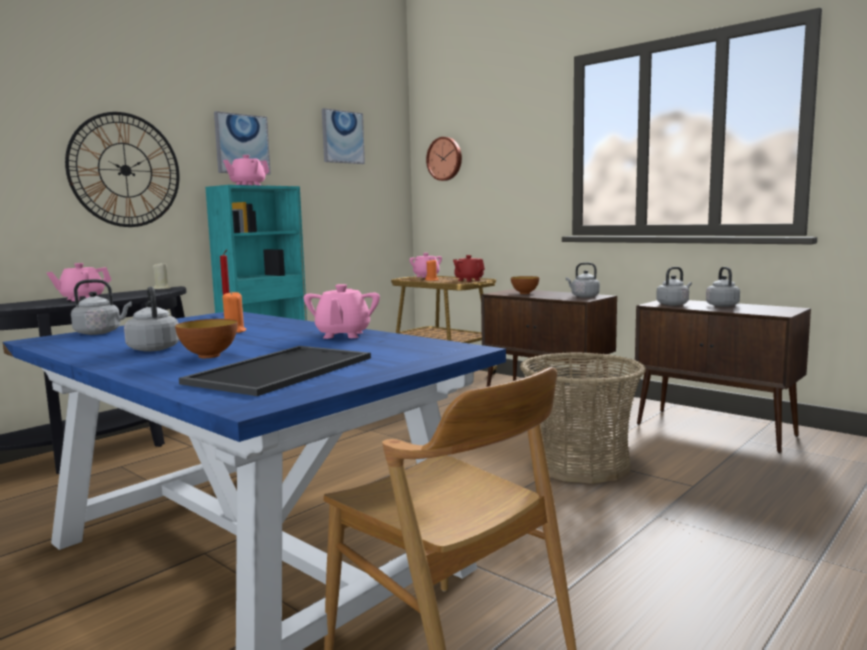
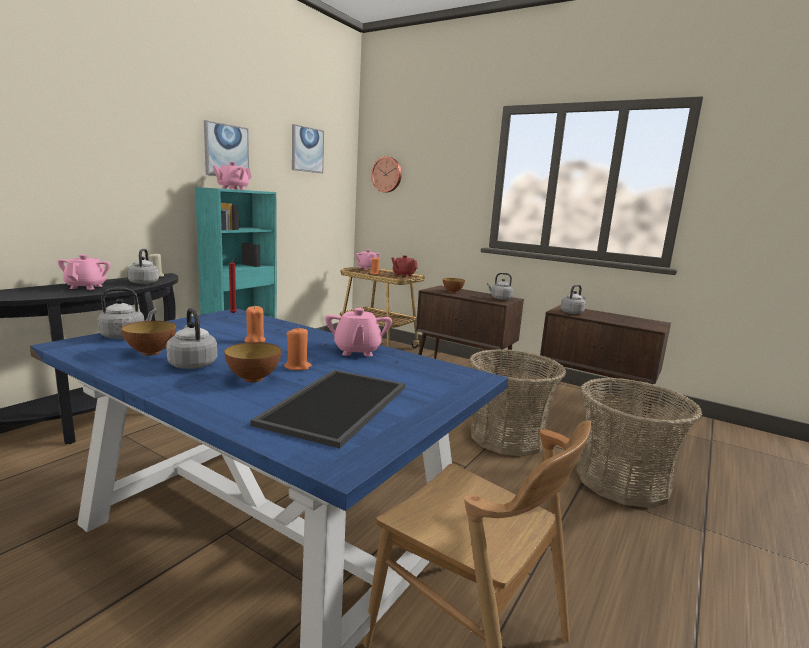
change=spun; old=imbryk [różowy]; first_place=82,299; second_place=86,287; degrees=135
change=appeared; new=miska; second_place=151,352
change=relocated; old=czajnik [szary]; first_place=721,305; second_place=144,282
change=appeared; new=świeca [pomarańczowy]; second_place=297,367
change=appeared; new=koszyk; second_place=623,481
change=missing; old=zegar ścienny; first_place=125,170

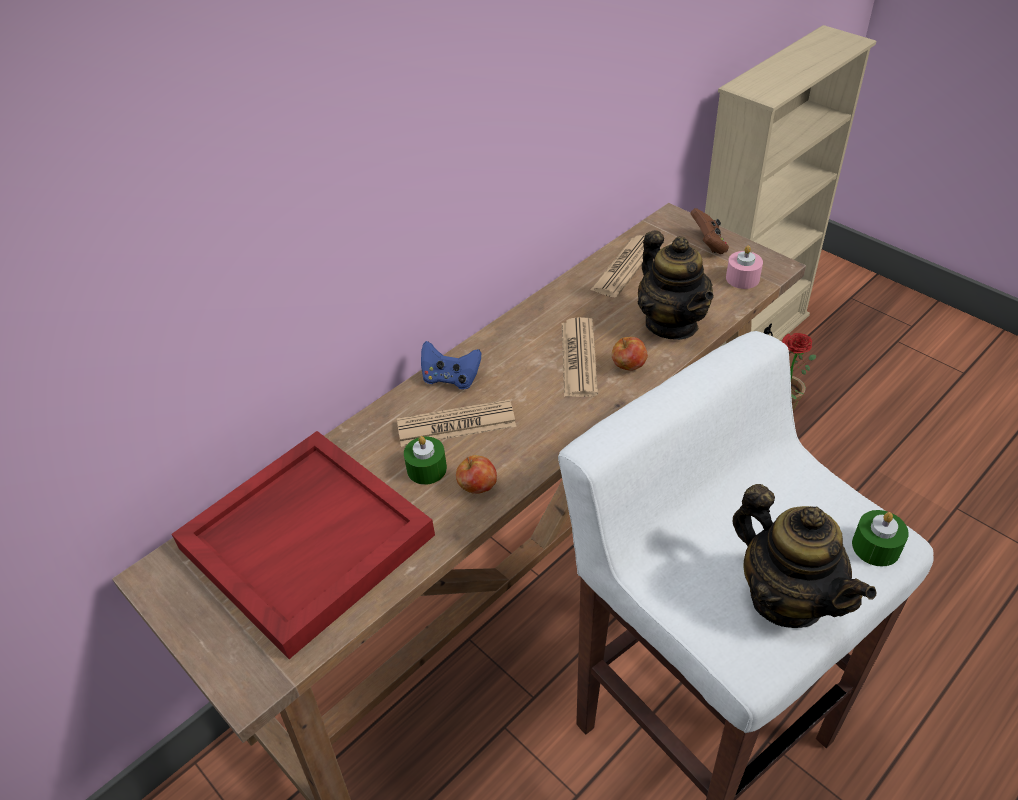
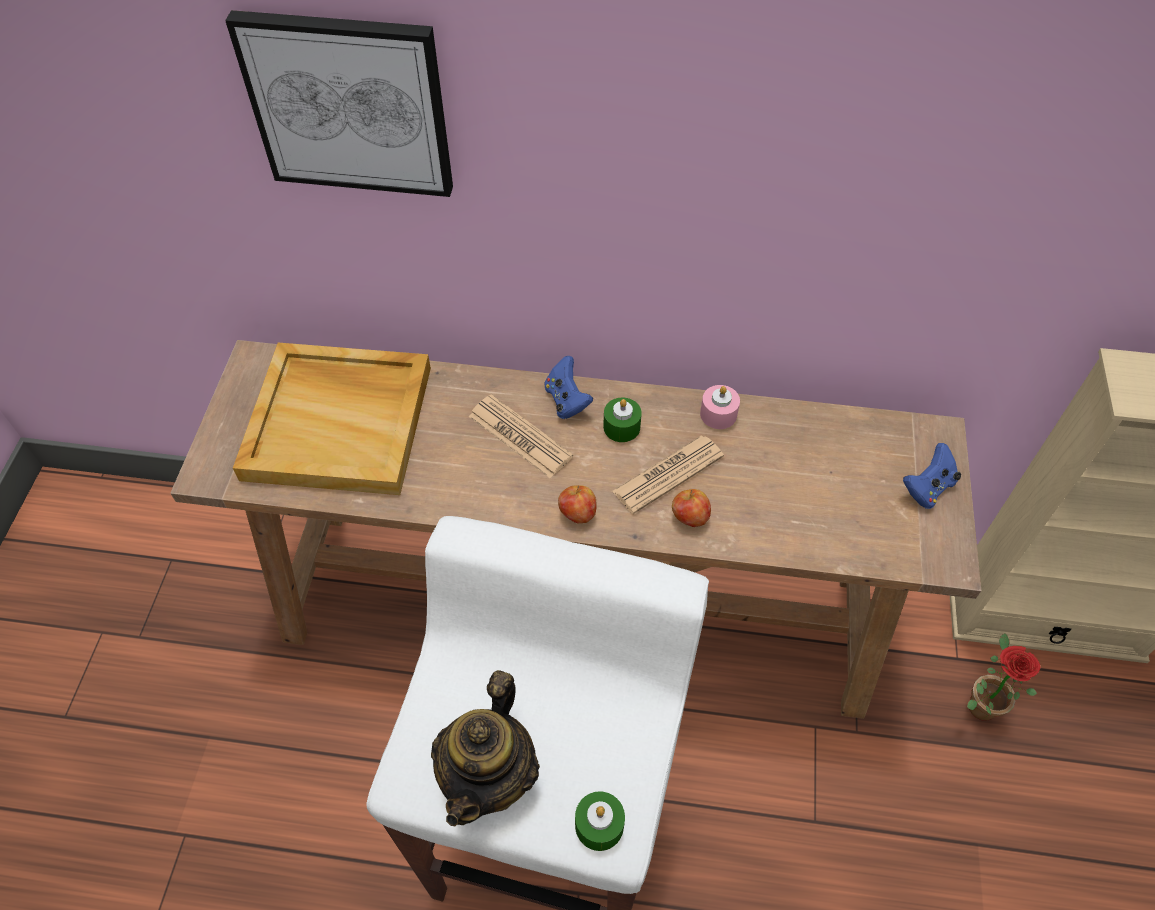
change=appeared; new=obraz; second_place=349,104
change=colour; old=taca [czerwony]; new=taca [beżowy]; first_place=307,540; second_place=340,421
change=relocated; old=jabłko; first_place=477,487; second_place=577,514
change=relocated; old=świeca [zielony]; first_place=426,469; second_place=621,427
change=relocated; old=świeca [różowy]; first_place=742,278; second_place=718,414
change=colour; old=pad do gier [brązowy]; new=pad do gier [niebieski]; first_place=708,245; second_place=927,488
change=missing; old=gazeta; first_place=624,267
change=missing; old=imbryk; first_place=671,323

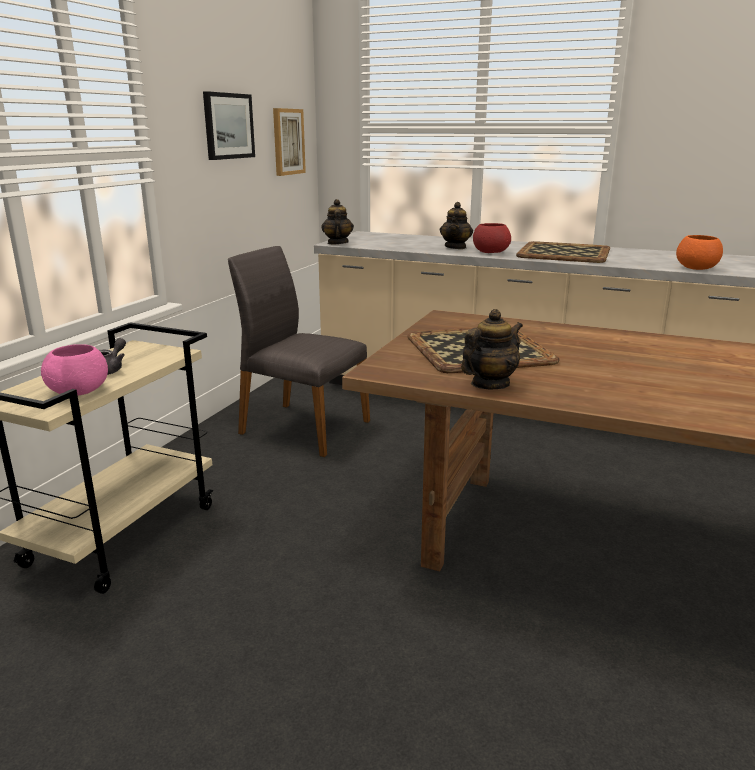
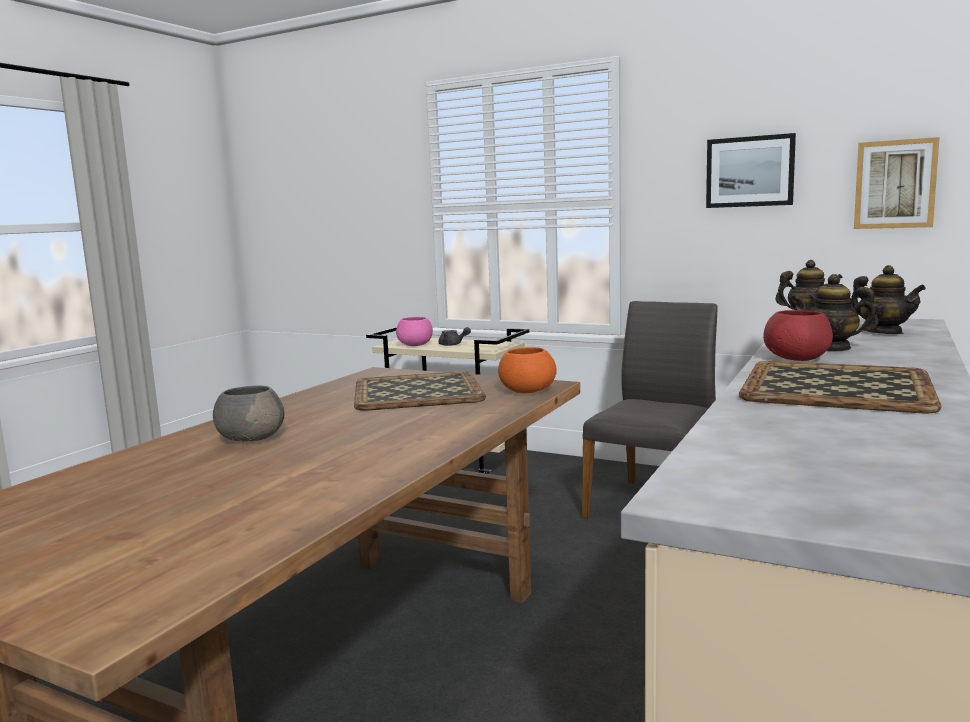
change=appeared; new=miska [szary]; second_place=251,438
change=relocated; old=miska [pomarańczowy]; first_place=696,268; second_place=526,391
change=relocated; old=imbryk; first_place=489,384; second_place=884,333

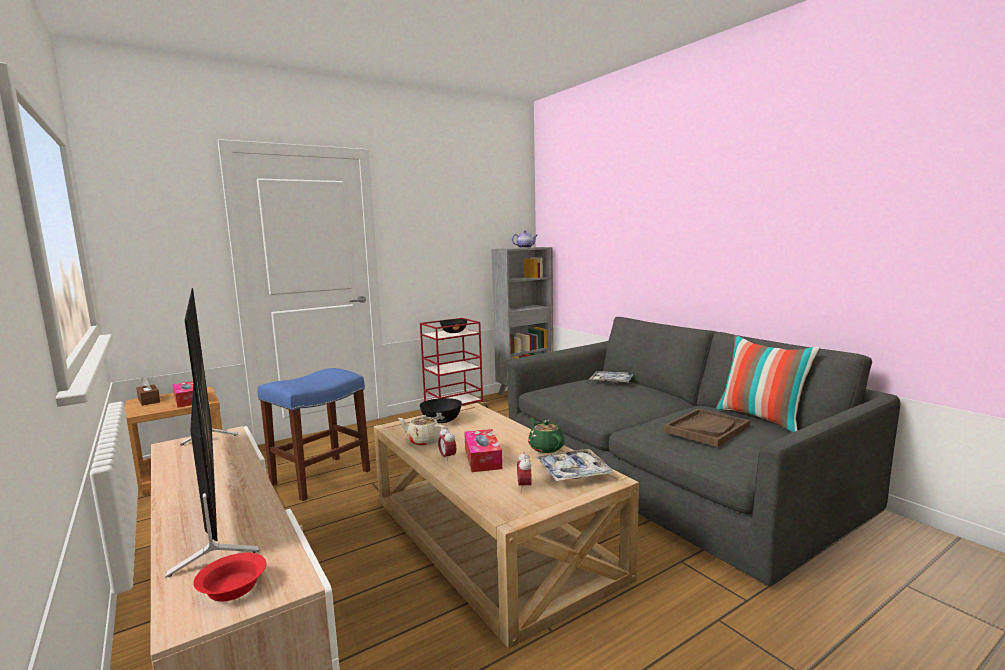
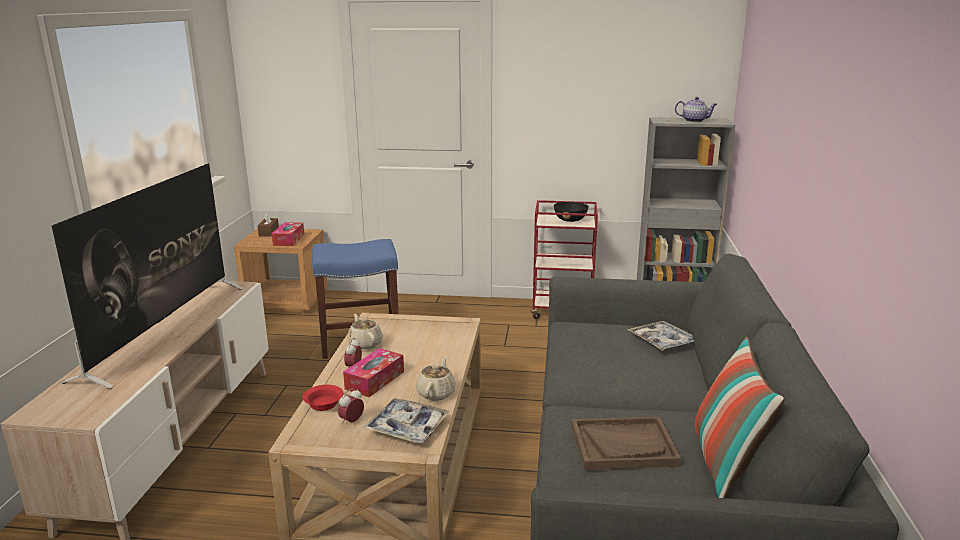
change=relocated; old=miska [czerwony]; first_place=234,588; second_place=324,405
change=colour; old=imbryk [zielony]; new=imbryk [beżowy]; first_place=545,447; second_place=436,393
change=missing; old=miska [czarny]; first_place=441,421

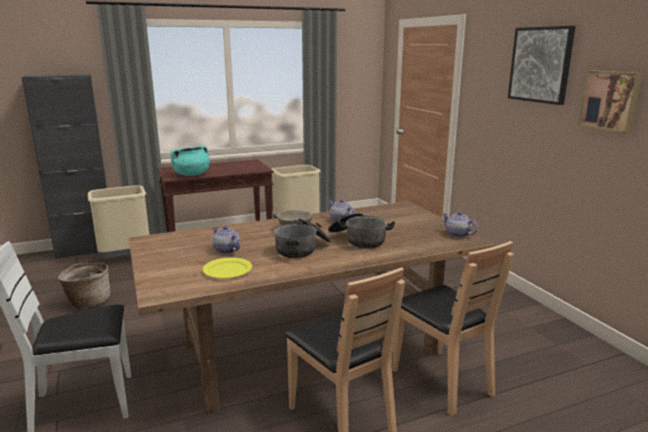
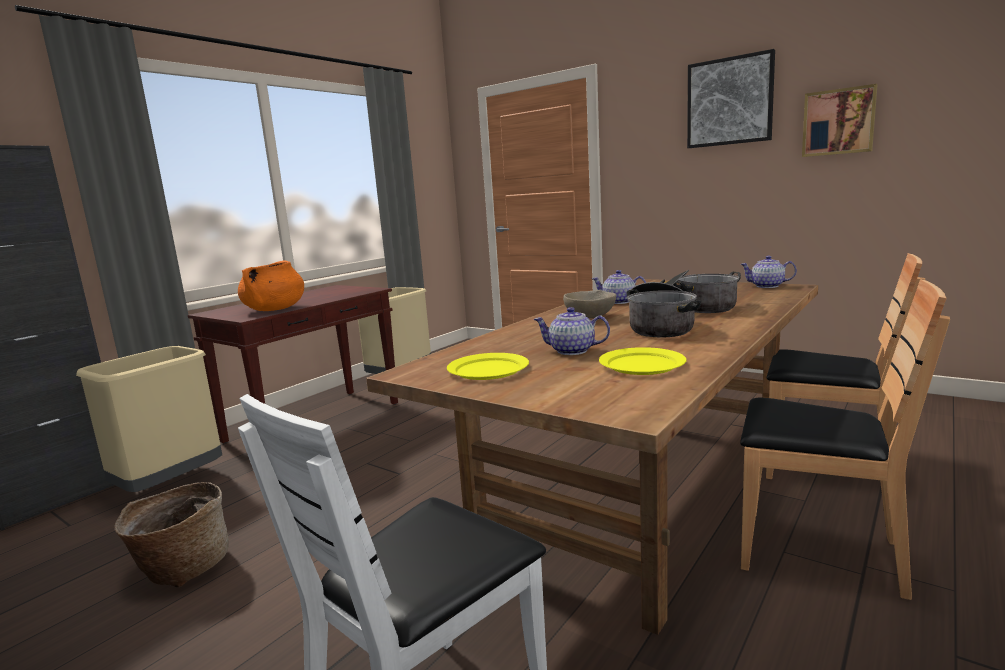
change=colour; old=garnek [turkusowy]; new=garnek [pomarańczowy]; first_place=191,174; second_place=274,309
change=appeared; new=talerz [żółty]; second_place=489,370

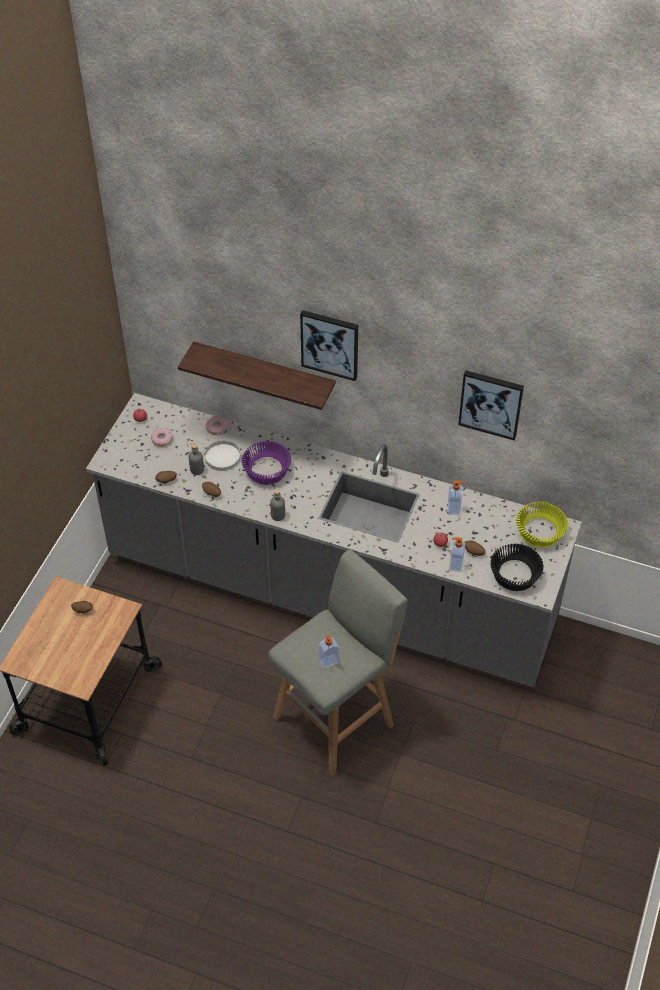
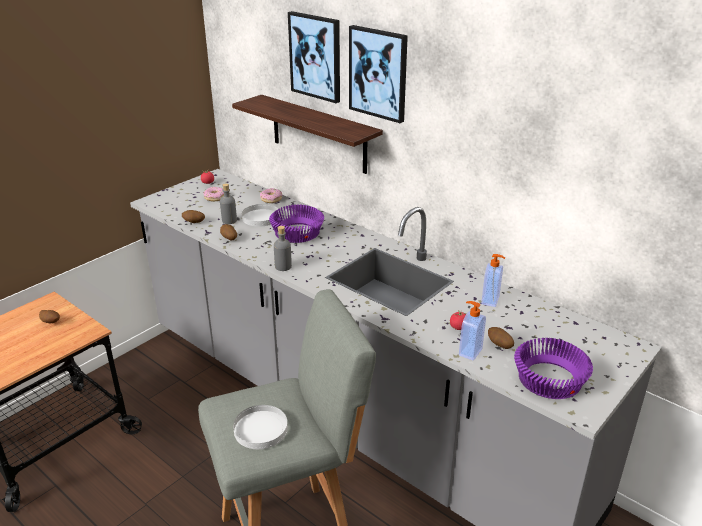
change=exchanged; old=dozownik mydła; new=talerz [biały]; first_place=329,662; second_place=261,429
change=relocated; old=obraz; first_place=491,403; second_place=316,56
change=colour; old=miska [czarny]; new=miska [fioletowy]; first_place=515,575; second_place=549,381
change=missing; old=miska [żółty]; first_place=539,531

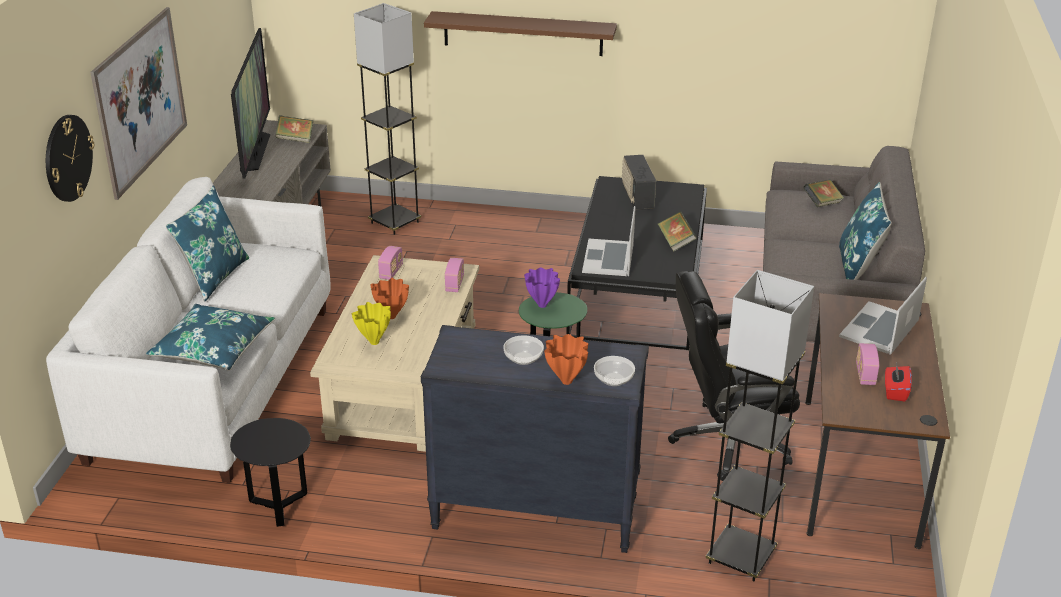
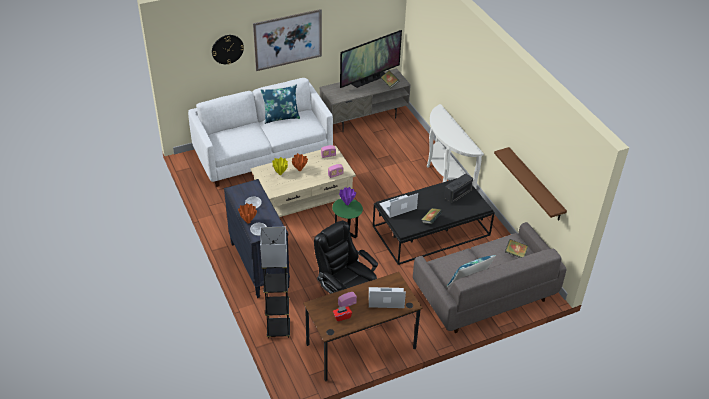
change=appeared; new=stolik konsolowy [biały]; second_place=445,173
change=relocated; old=półka [brązowy]; first_place=523,33; second_place=535,184
change=missing; old=poduszka [niebieski]; first_place=213,348
change=missing; old=stolik [czarny]; first_place=279,507
change=missing; old=lampa stojąca [szary]; first_place=395,222

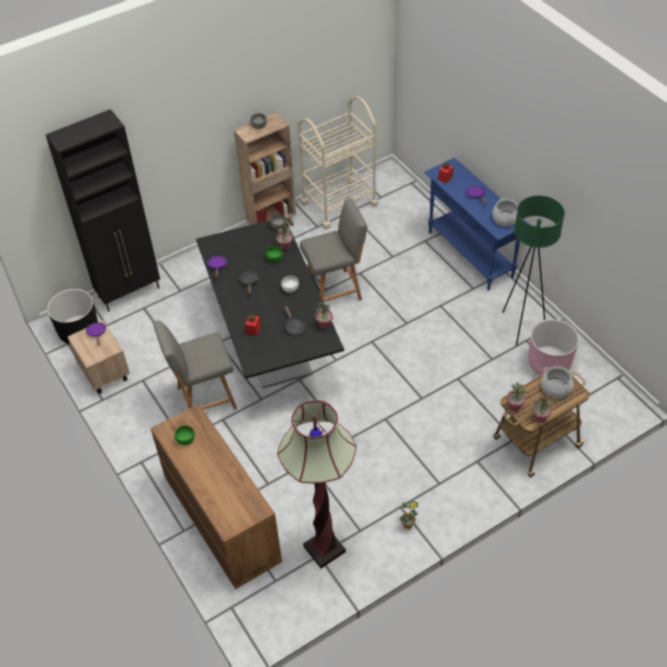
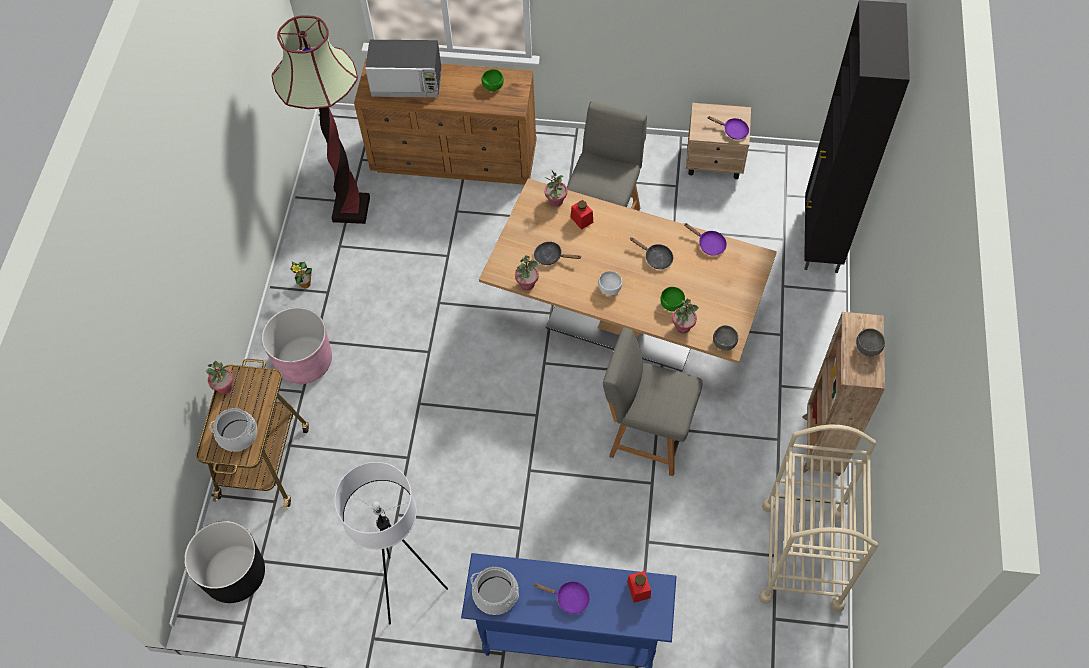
change=relocated; old=donica [czarny]; first_place=79,331; second_place=235,575
change=relocated; old=donica [różowy]; first_place=549,363; second_place=305,362
change=colour; old=lampa stojąca [zielony]; new=lampa stojąca [biały]; first_place=521,326; second_place=408,588
change=appeared; new=mikrofalówka; second_place=407,83
change=colour; old=stół jadalny [czarny]; new=stół jadalny [beżowy]; first_place=272,342; second_place=624,322
change=relocated; old=roślina doniczkowa; first_place=514,406; second_place=556,201
change=spun; old=krzesło [szary]; first_place=335,290; second_place=646,436; degrees=90

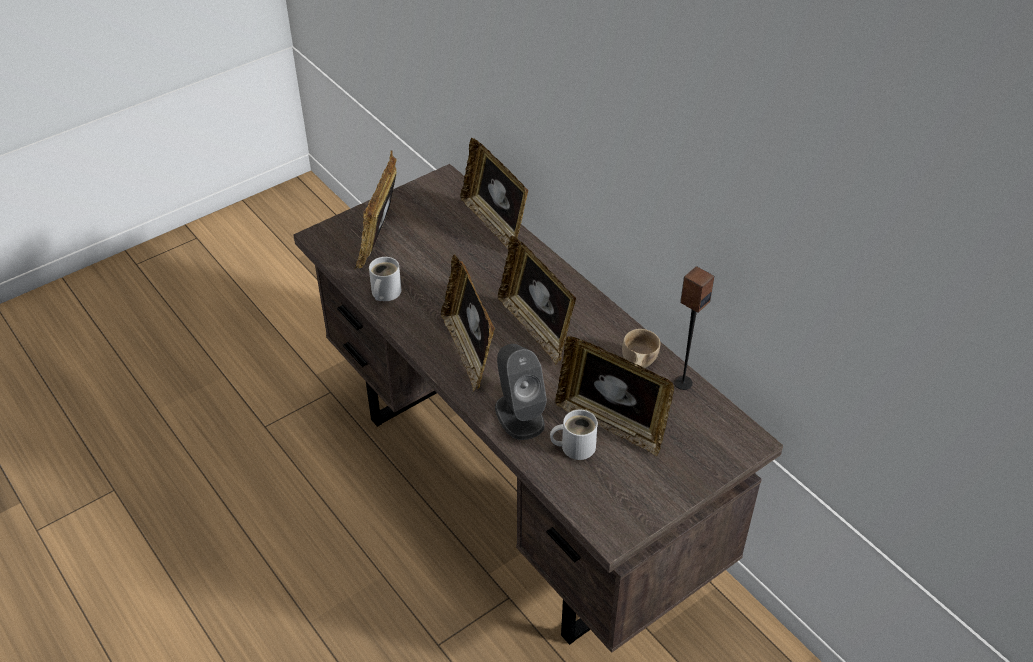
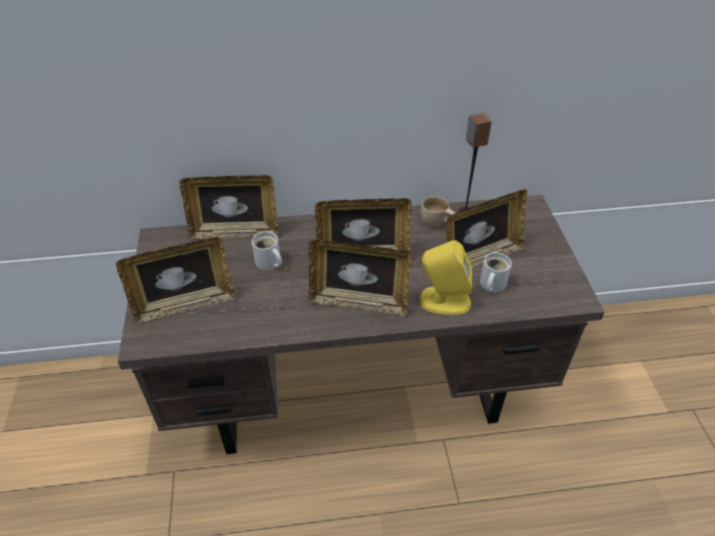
change=spun; old=ramka na zdjęcie; first_place=380,239; second_place=185,304; degrees=-60
change=relocated; old=kubek [biały]; first_place=384,293; second_place=268,263
change=colour; old=głośnik [szary]; new=głośnik [żółty]; first_place=519,415; second_place=444,300

